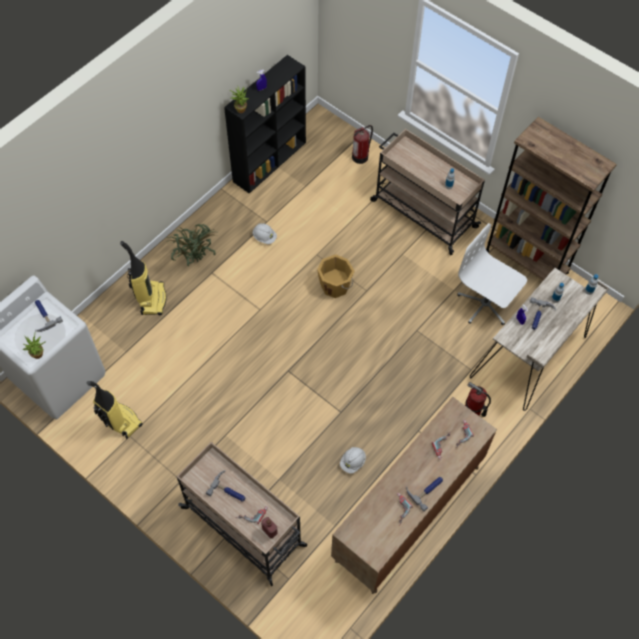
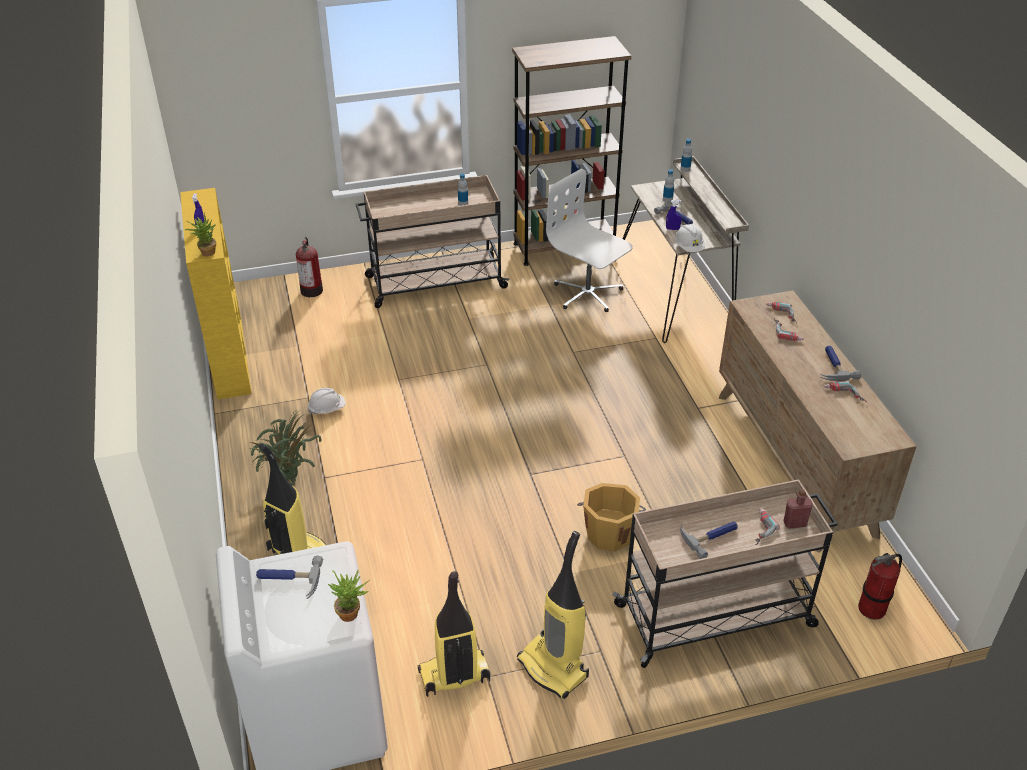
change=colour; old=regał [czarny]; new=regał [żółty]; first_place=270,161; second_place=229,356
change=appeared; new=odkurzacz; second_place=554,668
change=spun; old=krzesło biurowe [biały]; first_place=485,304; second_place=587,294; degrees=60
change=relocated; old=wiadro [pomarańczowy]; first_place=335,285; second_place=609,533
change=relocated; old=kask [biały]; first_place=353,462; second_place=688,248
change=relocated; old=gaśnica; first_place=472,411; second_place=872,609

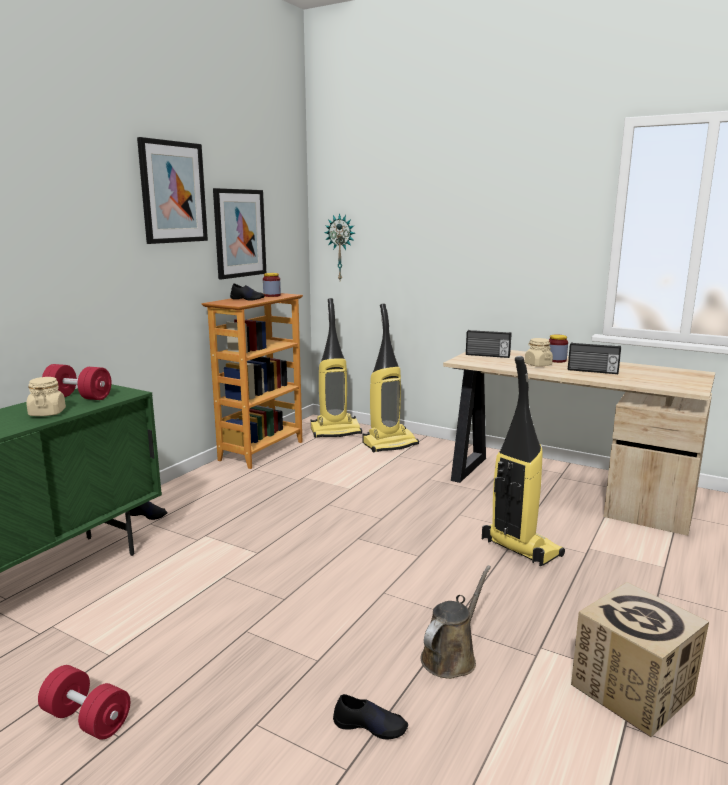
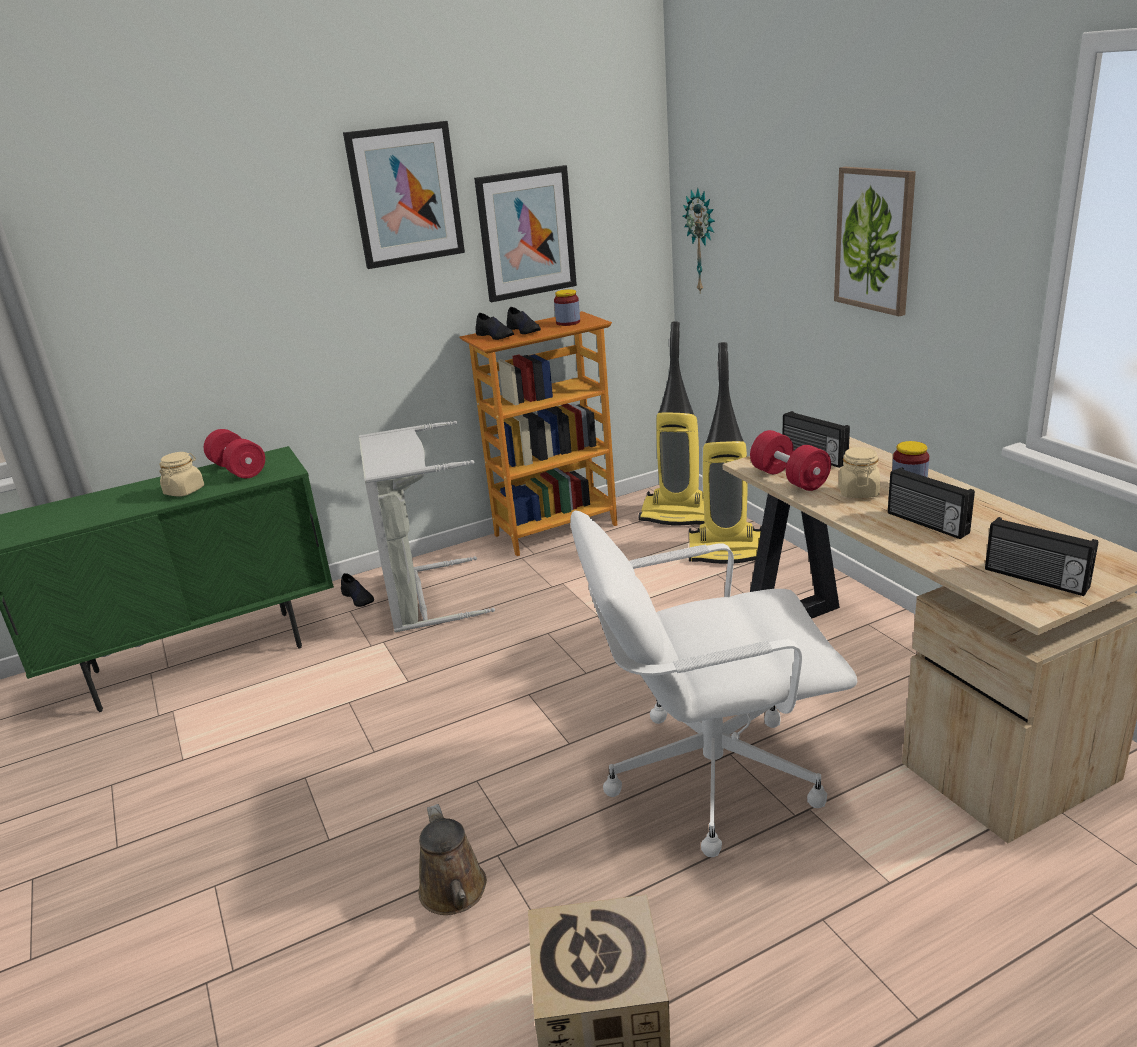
change=appeared; new=kosz na pranie [szary]; second_place=422,597
change=spun; old=konewka [brązowy]; first_place=451,656; second_place=455,893; degrees=90
change=relocated; old=but [czarny]; first_place=370,725; second_place=495,336
change=exchanged; old=odkurzacz; new=krzesło biurowe [biały]; first_place=519,548; second_place=709,775
change=relocated; old=hantel [czerwony]; first_place=87,719; second_place=789,479
change=appeared; new=obraz; second_place=875,240
change=appeared; new=radio; second_place=1035,579

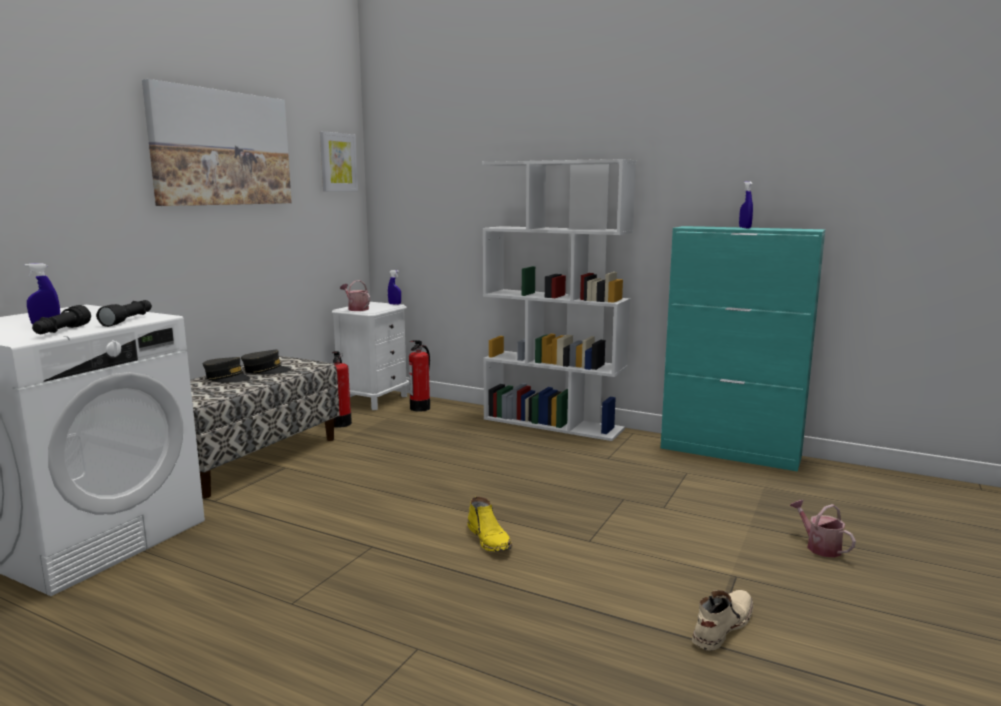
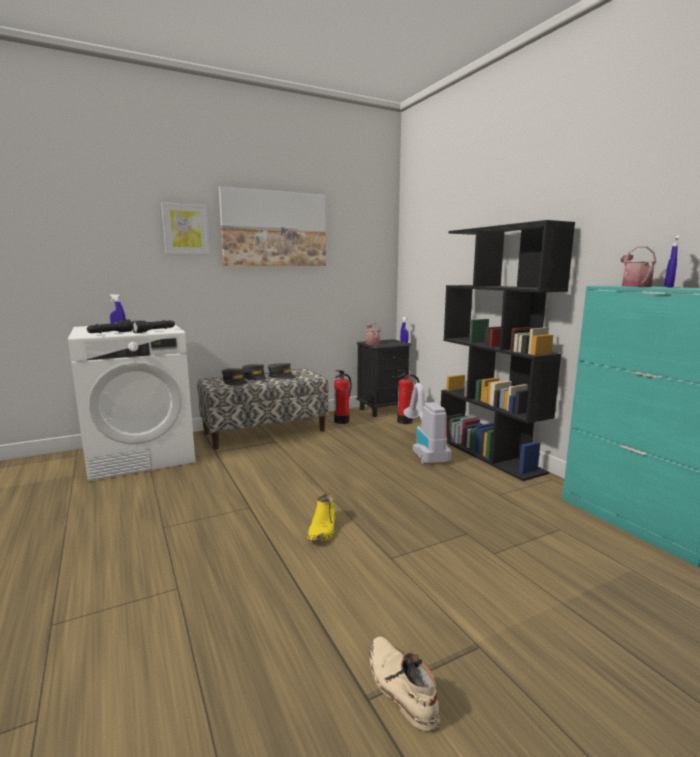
change=relocated; old=obraz; first_place=338,162; second_place=185,229
change=appeared; new=czapka z daszkiem [szary]; second_place=235,382
change=colour; old=szafka nocna [biały]; new=szafka nocna [czarny]; first_place=375,400; second_place=383,410
change=spun; old=but z cholewką [beżowy]; first_place=721,626; second_place=399,687; degrees=-105
change=appeared; new=odkurzacz; second_place=424,451
change=colour; old=regał [biały]; new=regał [czarny]; first_place=553,424; second_place=489,455
change=relocated; old=konewka; first_place=819,546; second_place=634,286

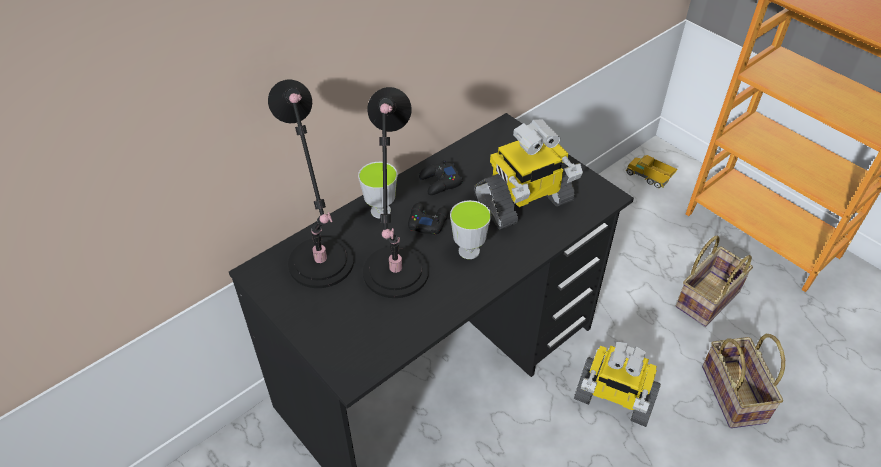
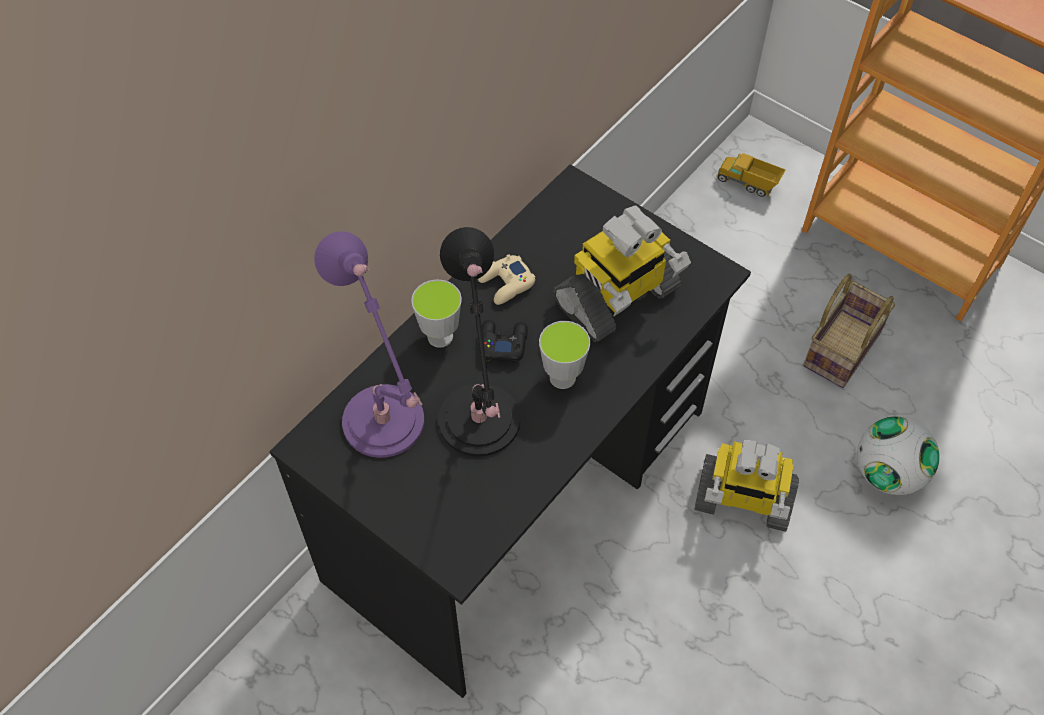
change=colour; old=lampa stołowa [czarny]; new=lampa stołowa [fioletowy]; first_place=322,267; second_place=386,427
change=colour; old=pad do gier [czarny]; new=pad do gier [beżowy]; first_place=440,182; second_place=506,284
change=exchanged; old=koszyk; new=piłka futbolowa; first_place=735,395; second_place=887,473

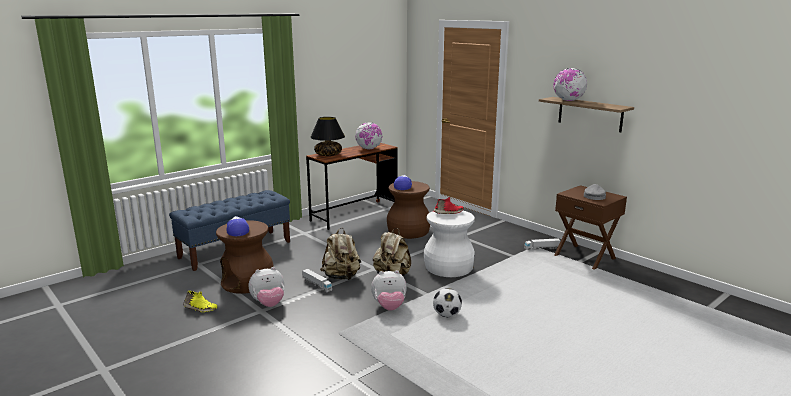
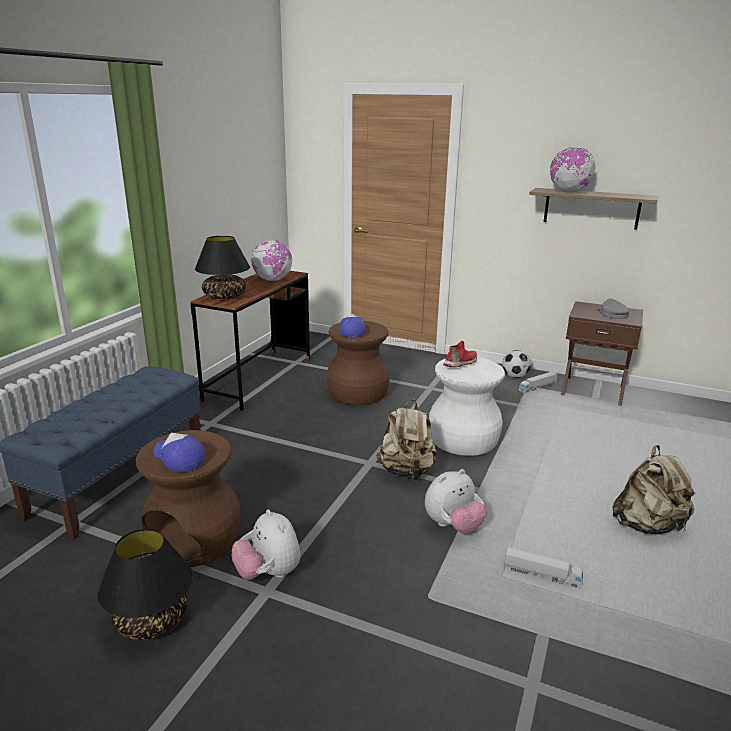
change=exchanged; old=but [żółty]; new=lampa stołowa [czarny]; first_place=200,308; second_place=151,620
change=spun; old=pluszak; first_place=268,304; second_place=268,573; degrees=105
change=relocated; old=piłka futbolowa; first_place=446,315; second_place=515,376
change=relocated; old=ciężarówka zabawkowa; first_place=317,285; second_place=541,575
change=relocated; old=plecak [beżowy]; first_place=342,277; second_place=648,525

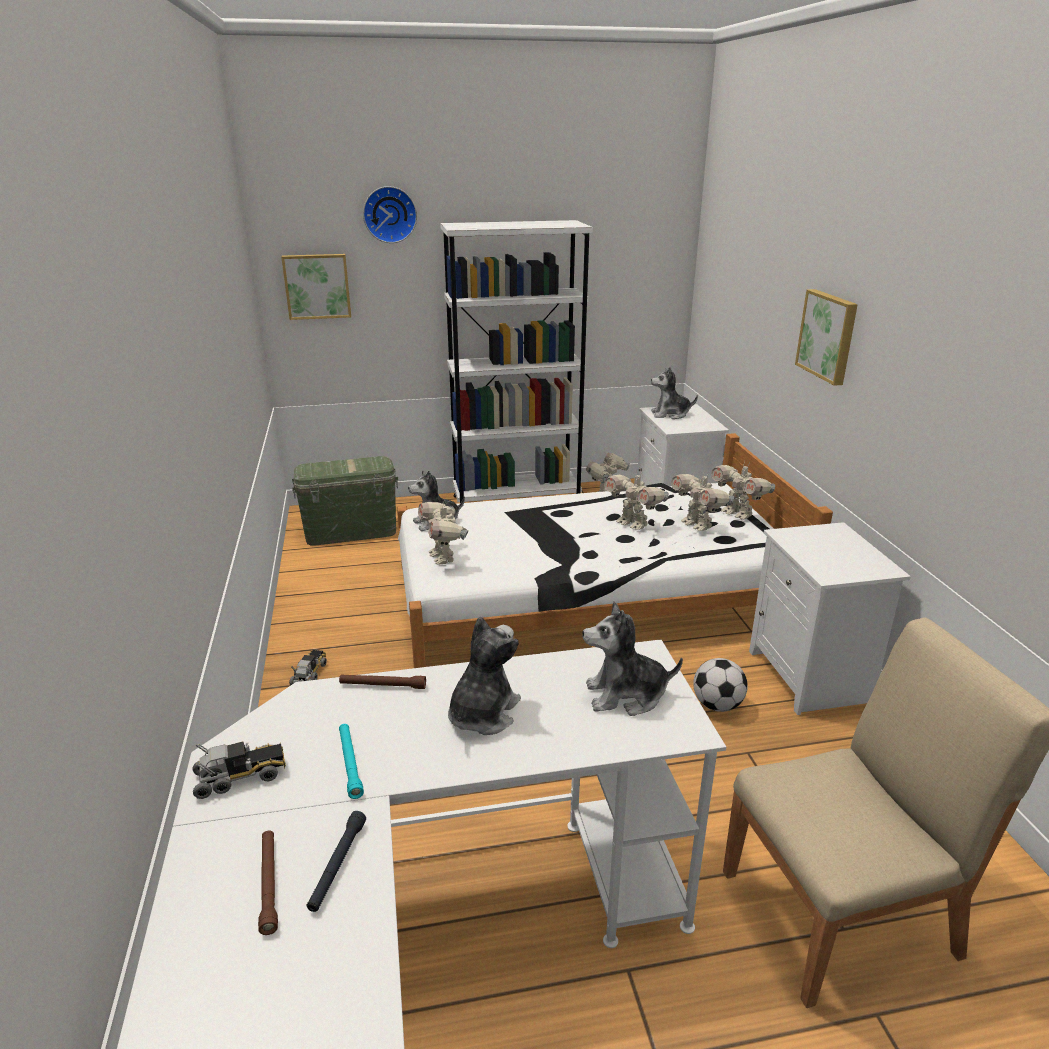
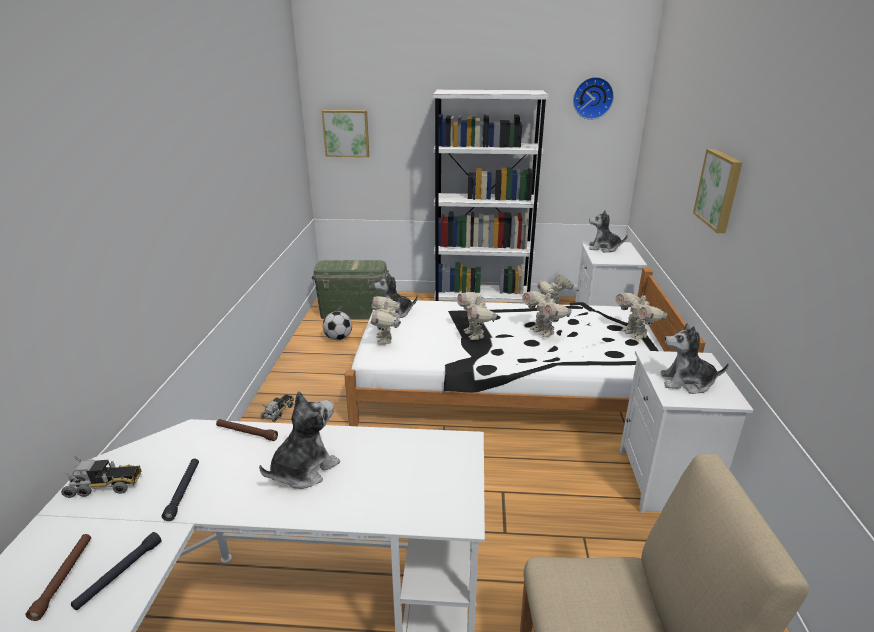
change=colour; old=latarka [turkusowy]; new=latarka [czarny]; first_place=350,764; second_place=183,491
change=relocated; old=piłka futbolowa; first_place=717,705; second_place=338,338
change=relocated; old=robot zabawkowy; first_place=697,525; second_place=475,335
change=relocated; old=zegar ścienny; first_place=389,214; second_place=592,98
change=relocated; old=pluszak; first_place=626,695; second_place=686,383

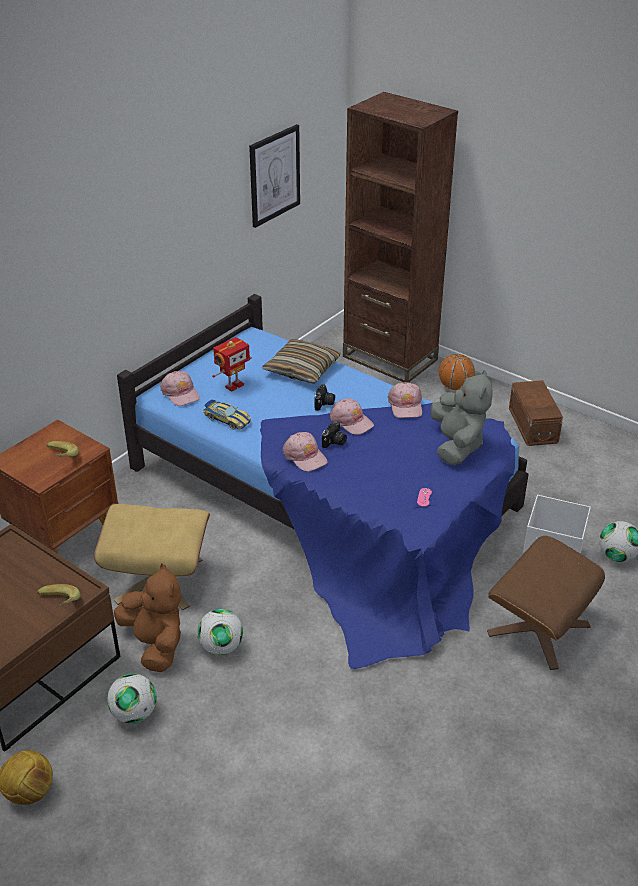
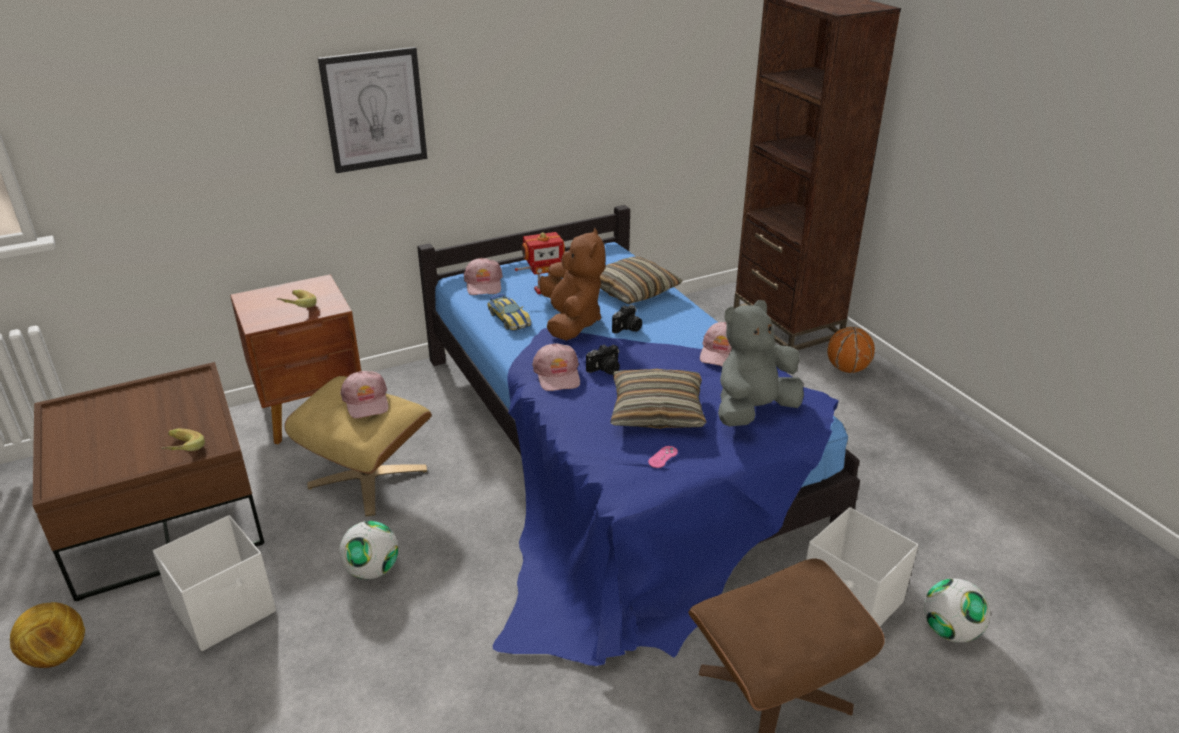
change=exchanged; old=piłka futbolowa; new=pojemnik do przechowywania [biały]; first_place=134,713; second_place=226,610
change=relocated; old=obraz; first_place=274,175; second_place=374,110
change=relocated; old=czapka z daszkiem [różowy]; first_place=351,421; second_place=366,401
change=relocated; old=pluszak [brązowy]; first_place=155,644; second_place=571,322
change=appeared; new=poduszka; second_place=657,411
change=spun; old=pluszak [szary]; first_place=457,446; second_place=753,411; degrees=-150
change=missing; old=pojemnik do przechowywania [brązowy]; first_place=532,426

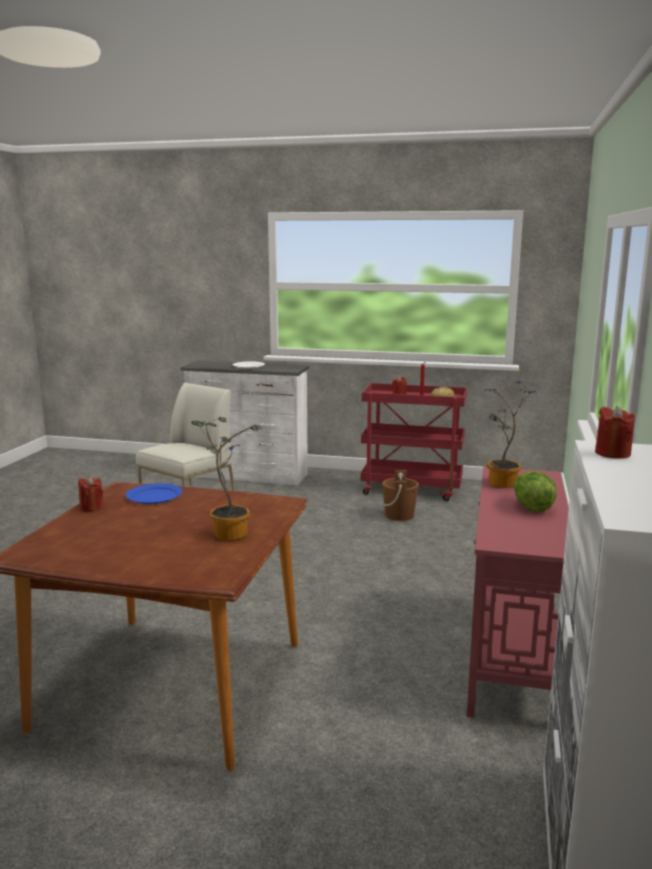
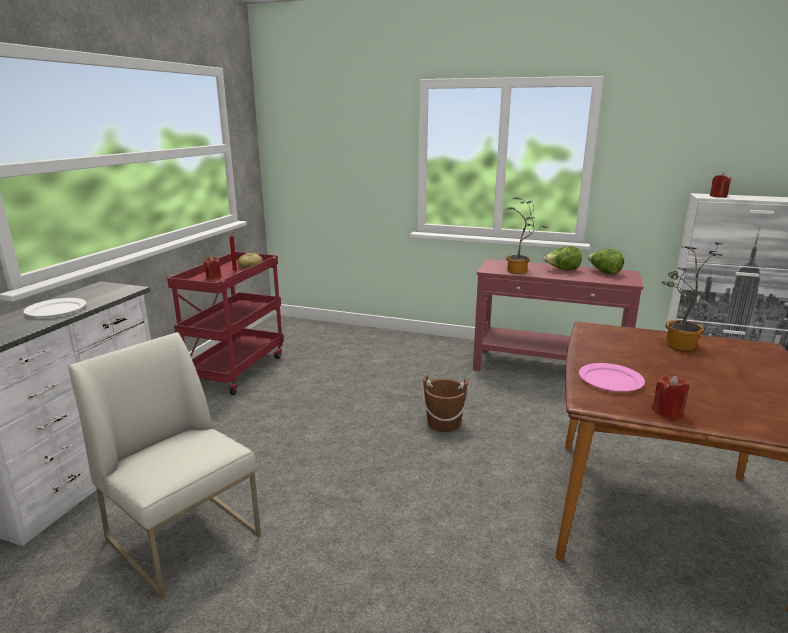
change=relocated; old=wiadro [brązowy]; first_place=399,515; second_place=443,423
change=colour; old=talerz [niebieski]; new=talerz [różowy]; first_place=154,496; second_place=610,380
change=appeared; new=sałata; second_place=604,273

